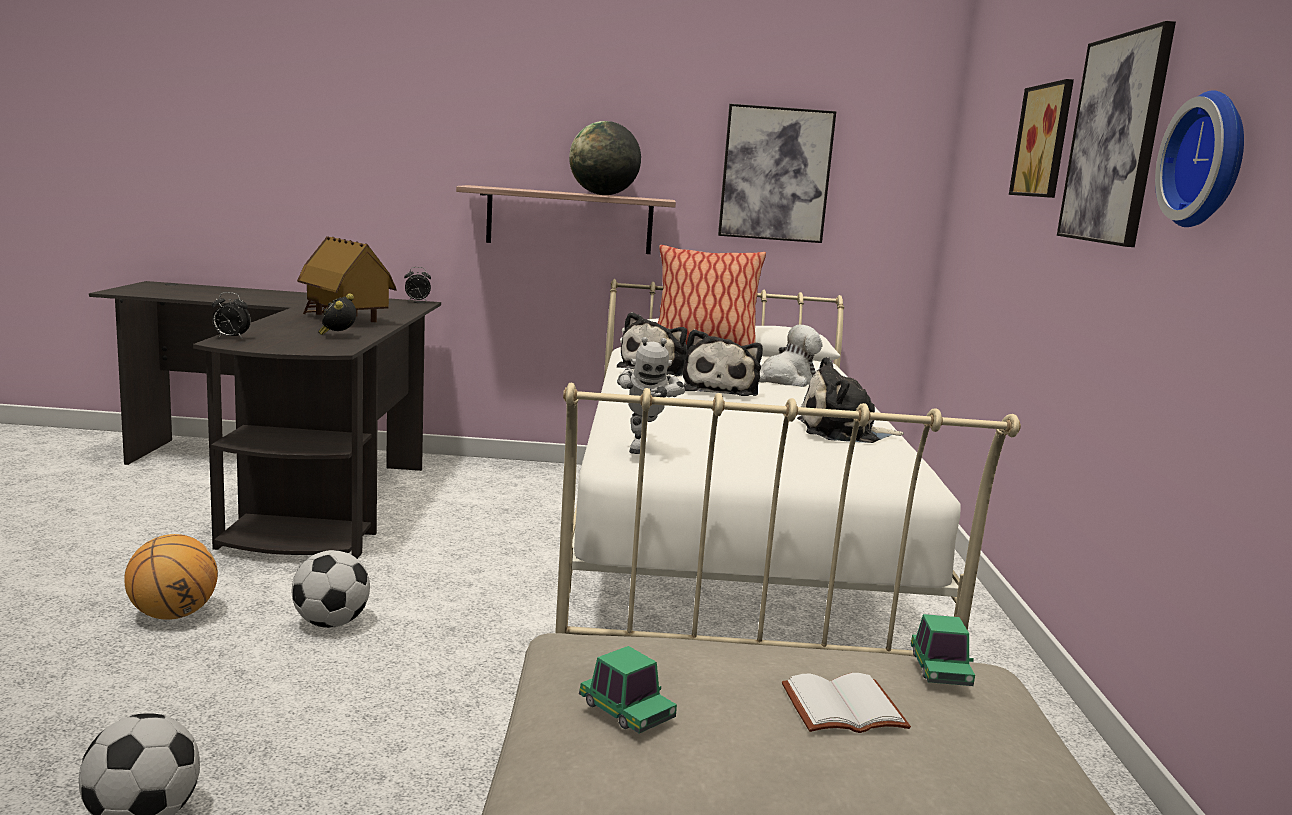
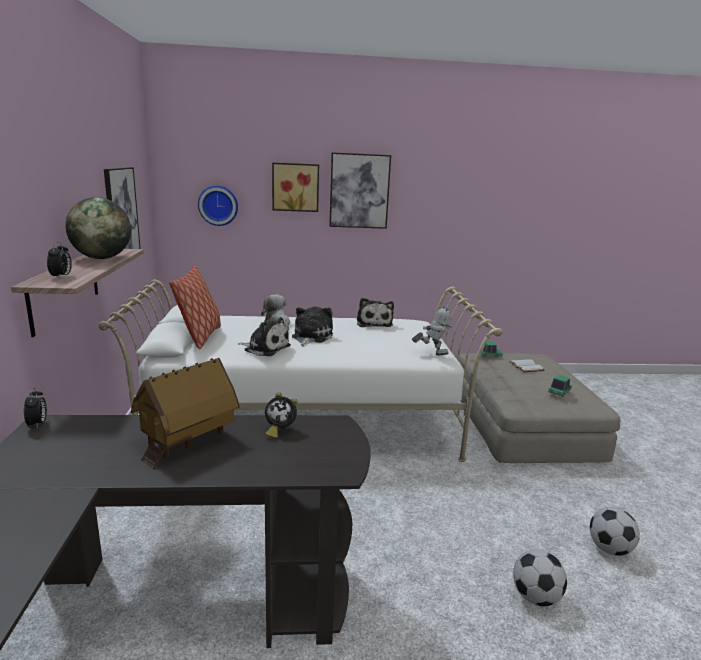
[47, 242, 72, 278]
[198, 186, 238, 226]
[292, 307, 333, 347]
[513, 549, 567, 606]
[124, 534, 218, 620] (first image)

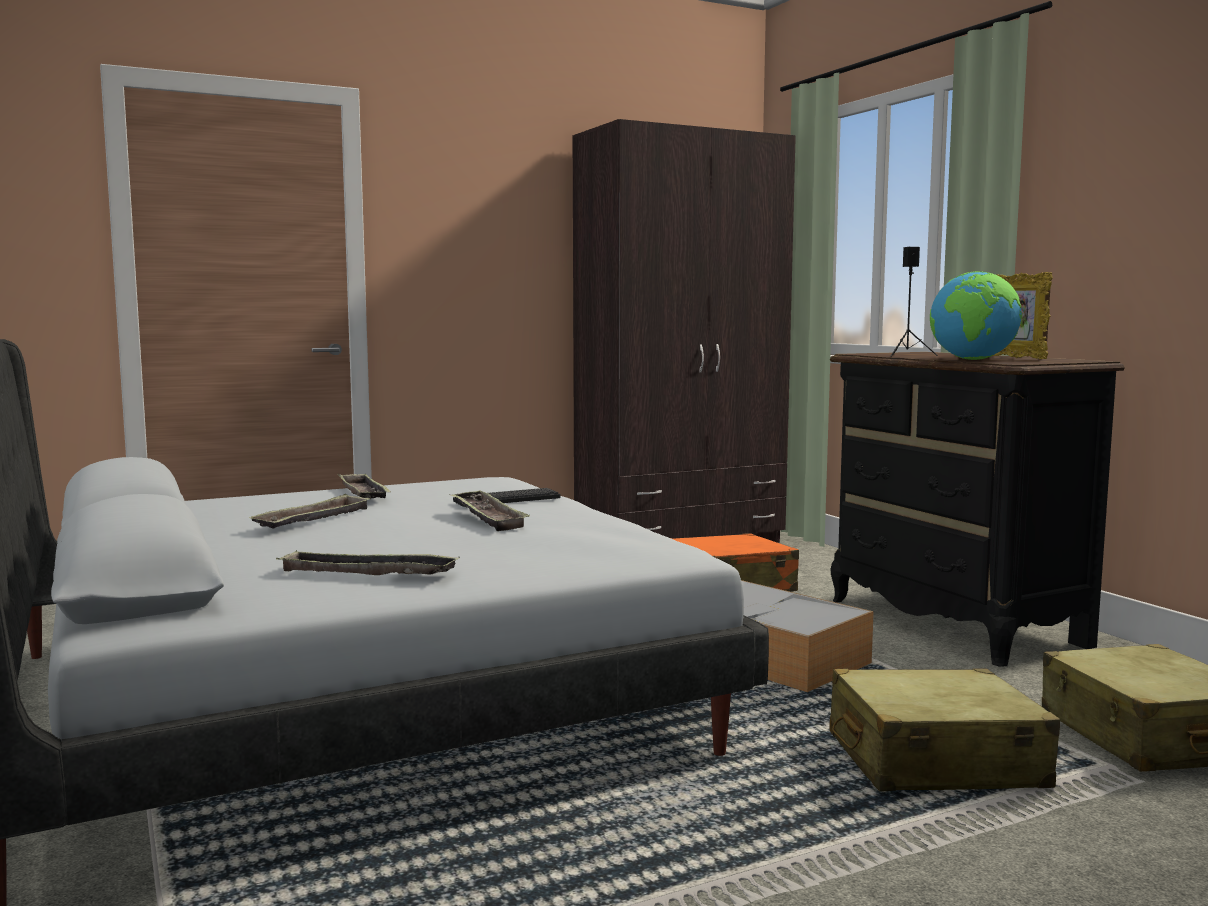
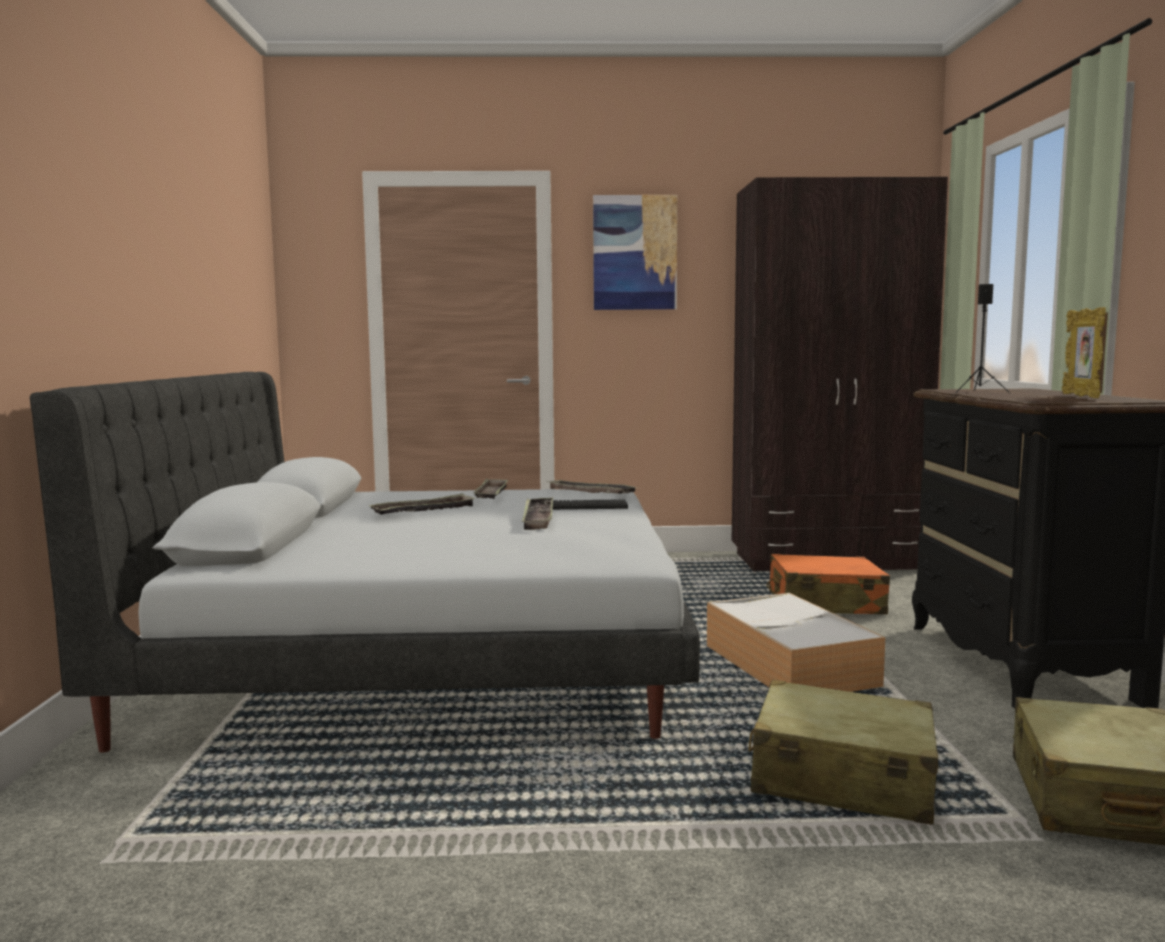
[547, 480, 637, 494]
[593, 195, 677, 310]
[930, 271, 1022, 360] (first image)

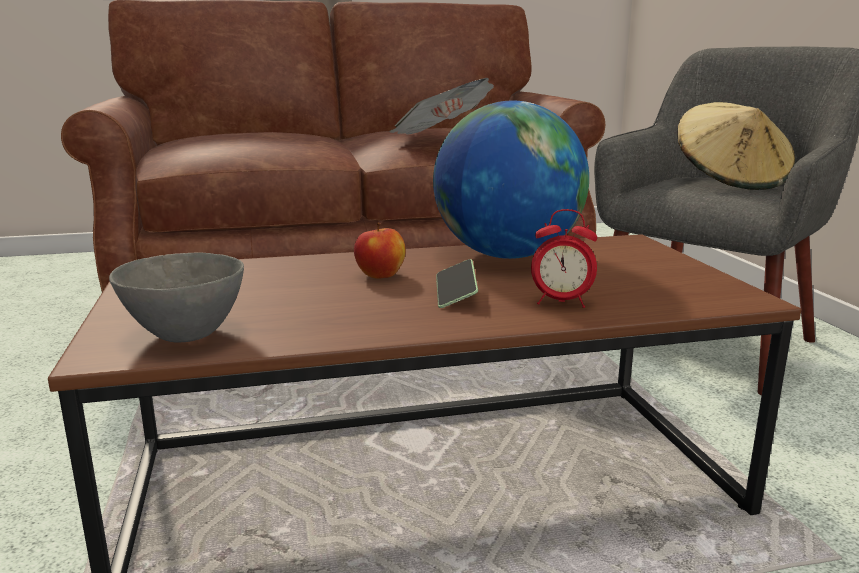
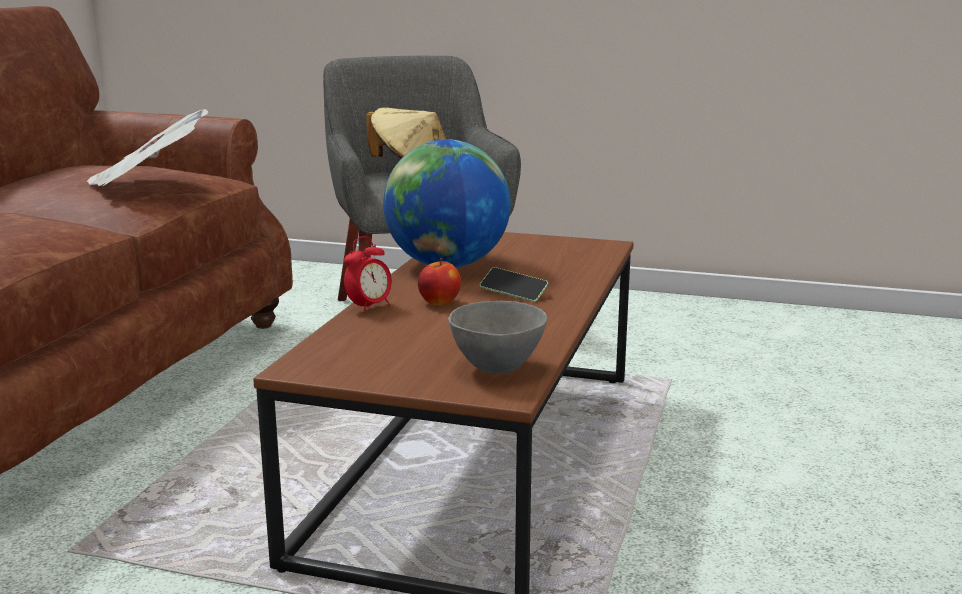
[344, 236, 392, 313]

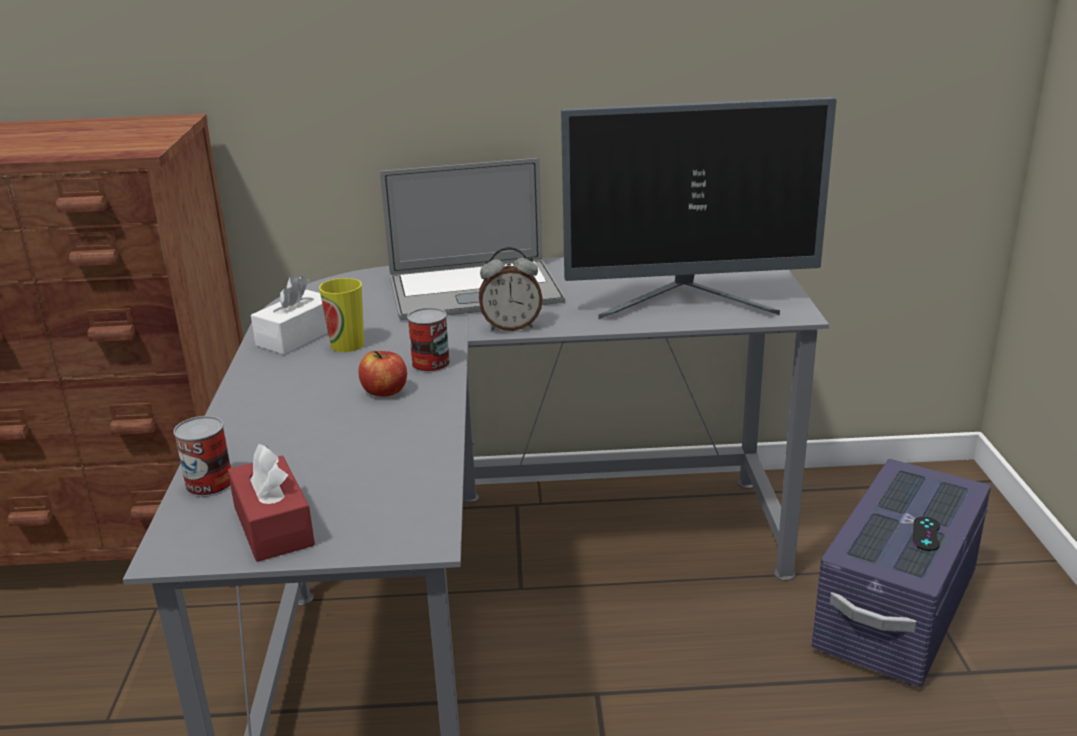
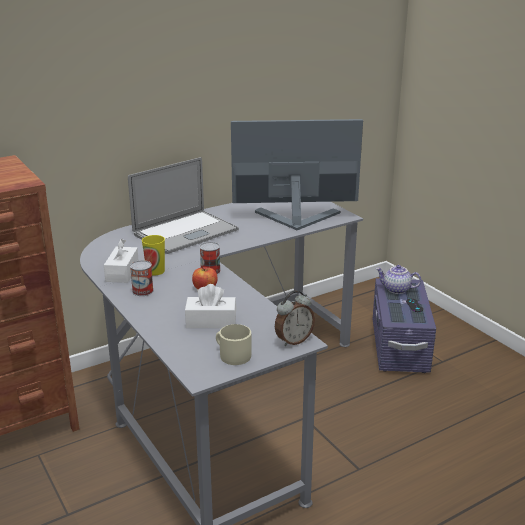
[130, 260, 154, 296]
[185, 284, 236, 328]
[216, 324, 251, 365]
[231, 119, 363, 230]
[275, 290, 315, 347]
[376, 265, 421, 294]

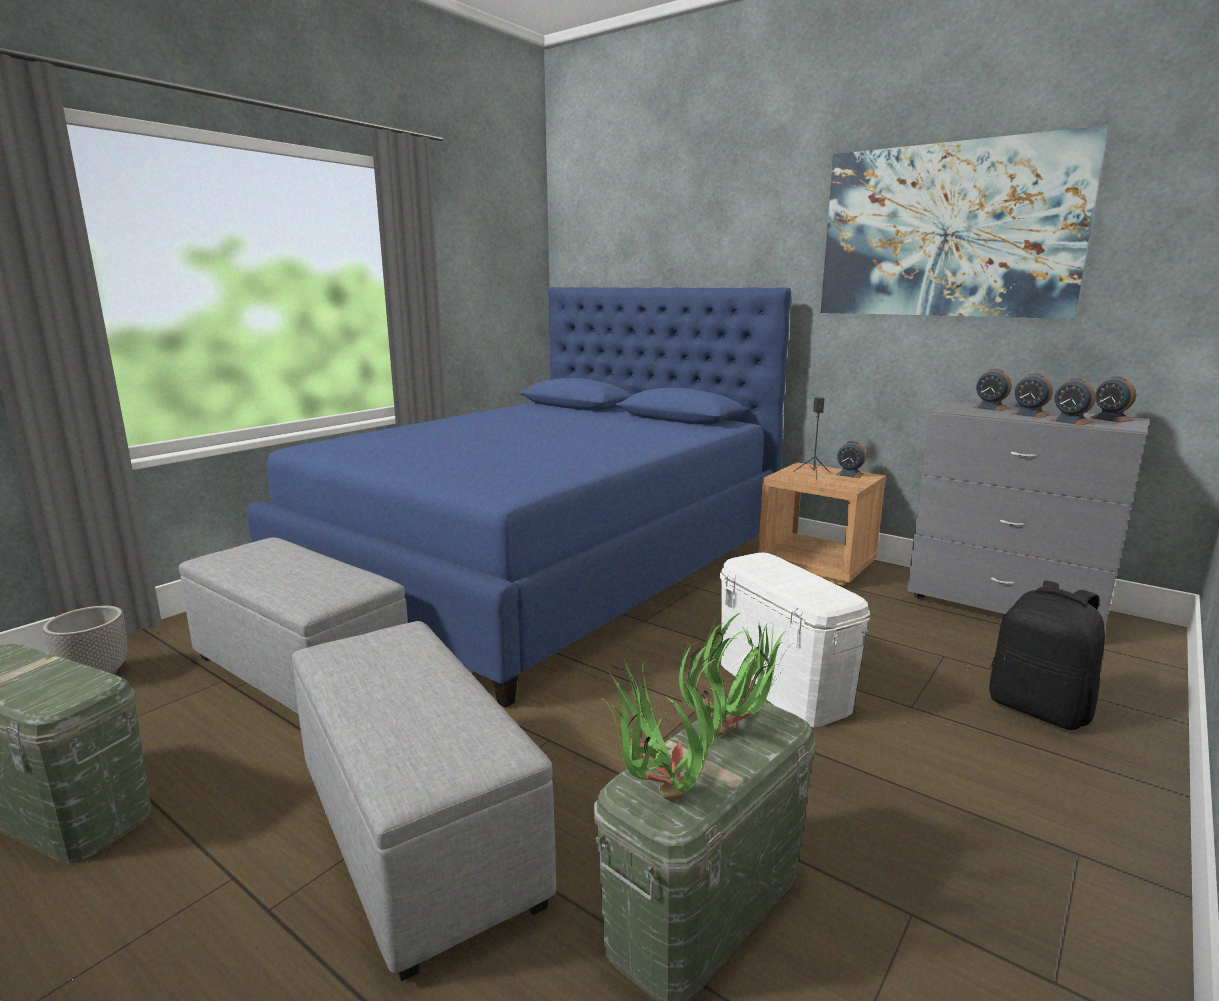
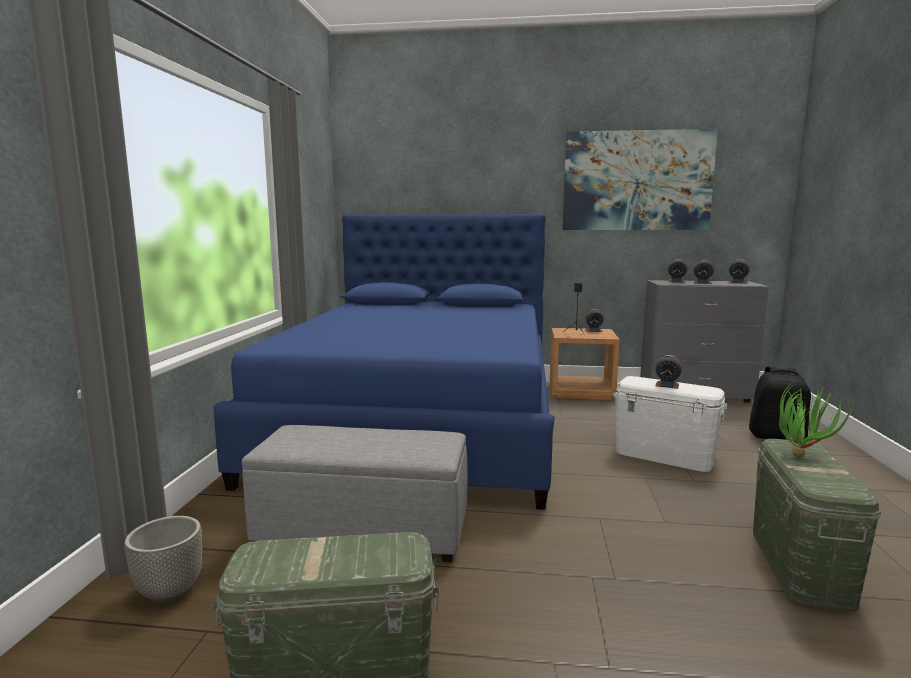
[655, 355, 682, 389]
[292, 621, 556, 982] (first image)
[602, 658, 722, 802] (first image)

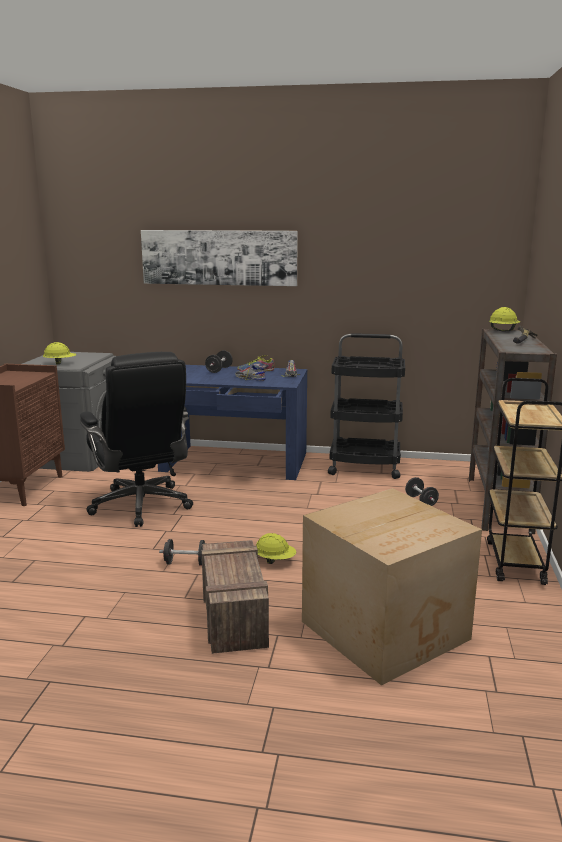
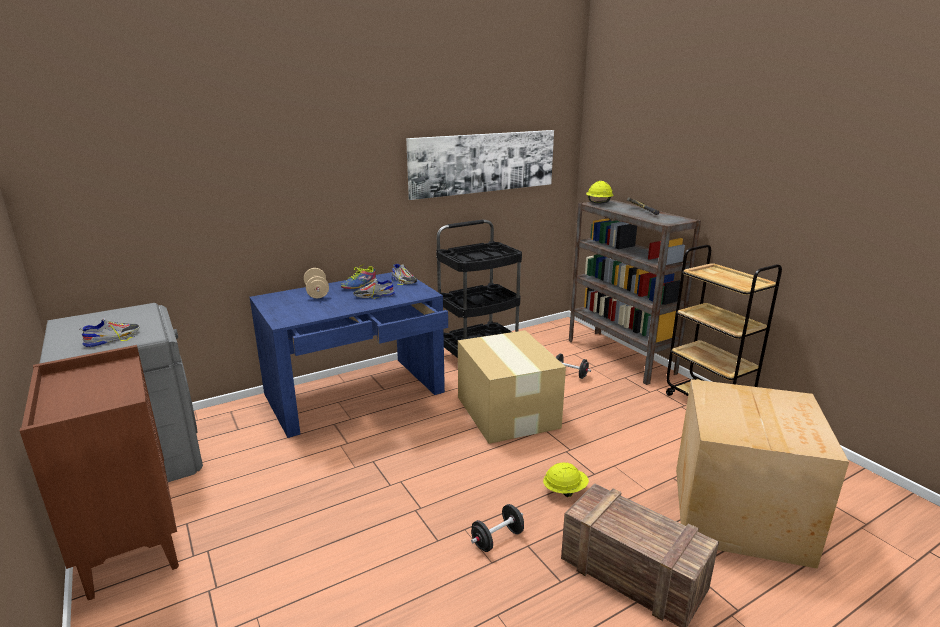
[81, 318, 140, 347]
[304, 268, 329, 298]
[406, 130, 554, 200]
[458, 330, 566, 444]
[80, 352, 193, 527] (first image)

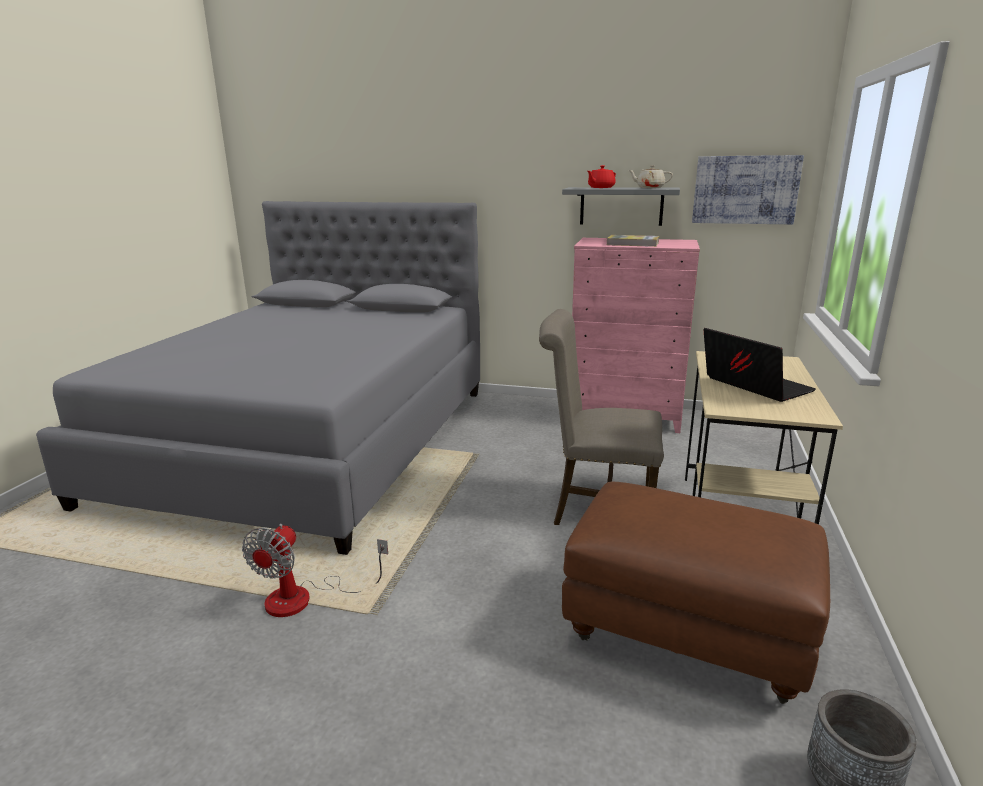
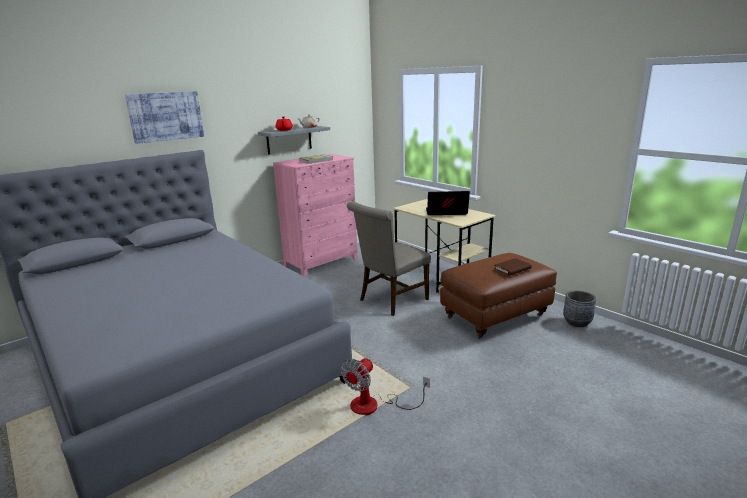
[125, 91, 204, 144]
[341, 357, 430, 416]
[494, 258, 532, 276]

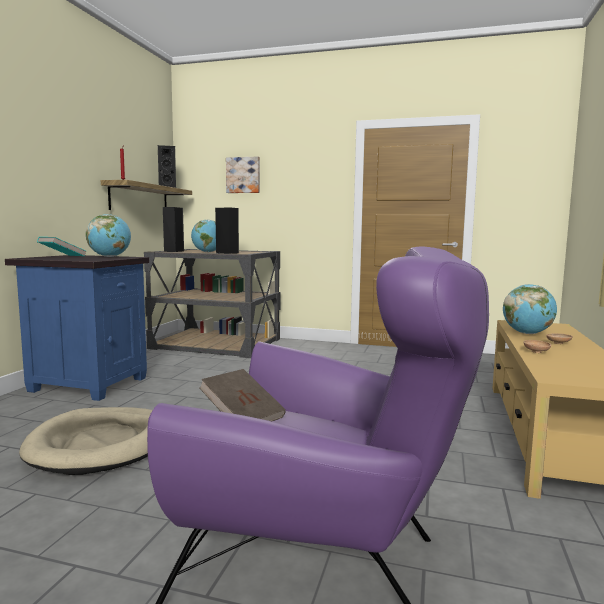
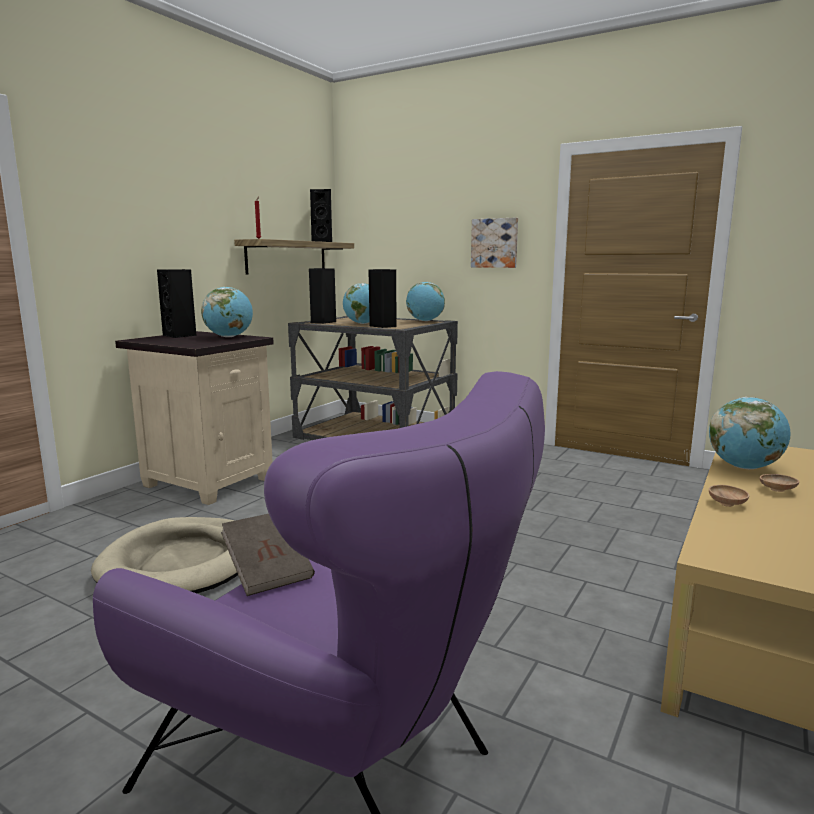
[115, 331, 274, 505]
[157, 269, 197, 338]
[406, 282, 445, 321]
[471, 218, 518, 268]

